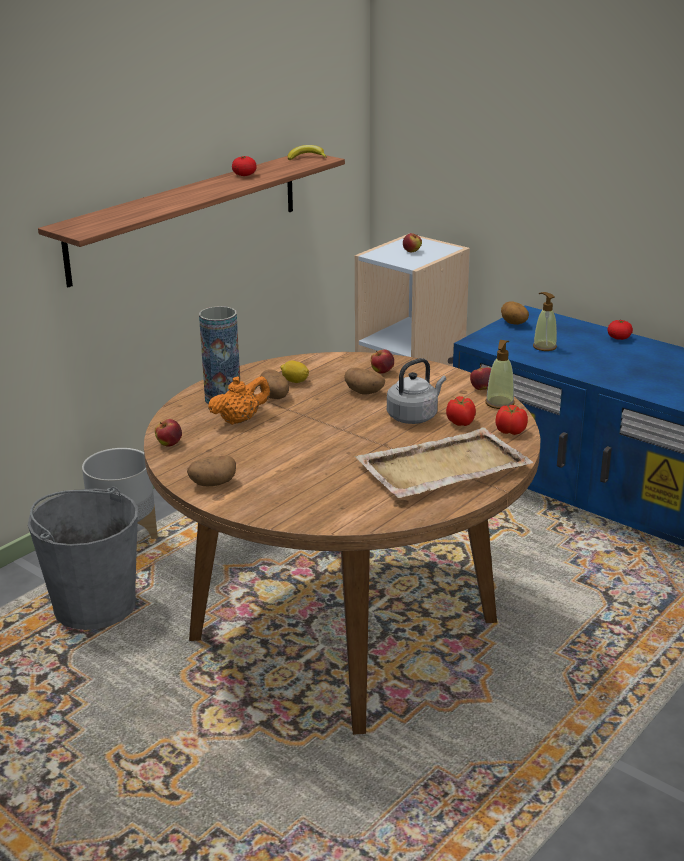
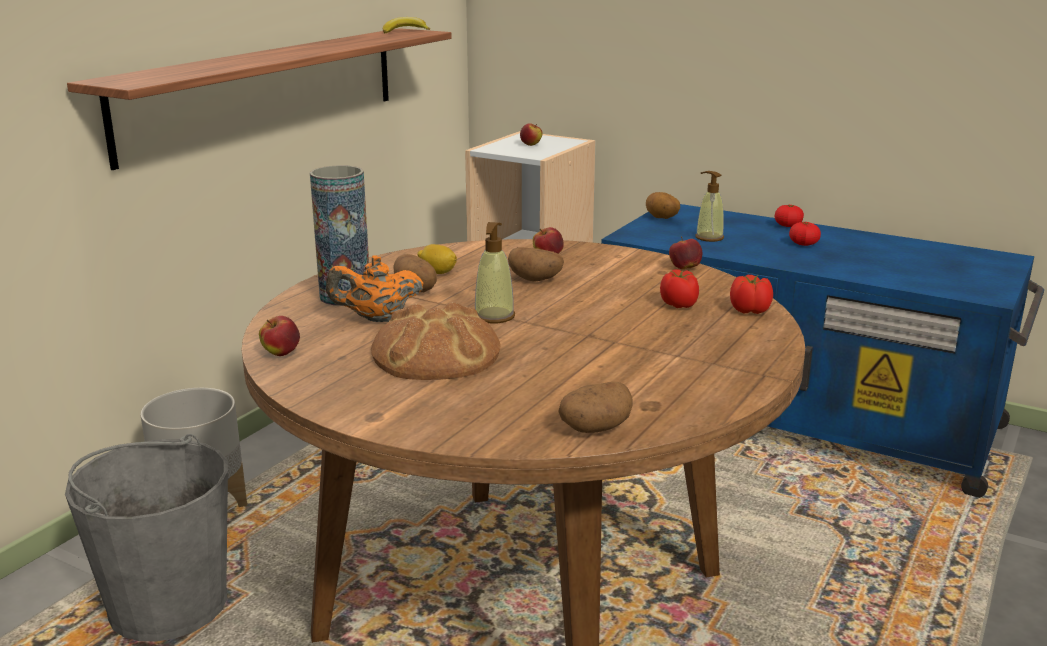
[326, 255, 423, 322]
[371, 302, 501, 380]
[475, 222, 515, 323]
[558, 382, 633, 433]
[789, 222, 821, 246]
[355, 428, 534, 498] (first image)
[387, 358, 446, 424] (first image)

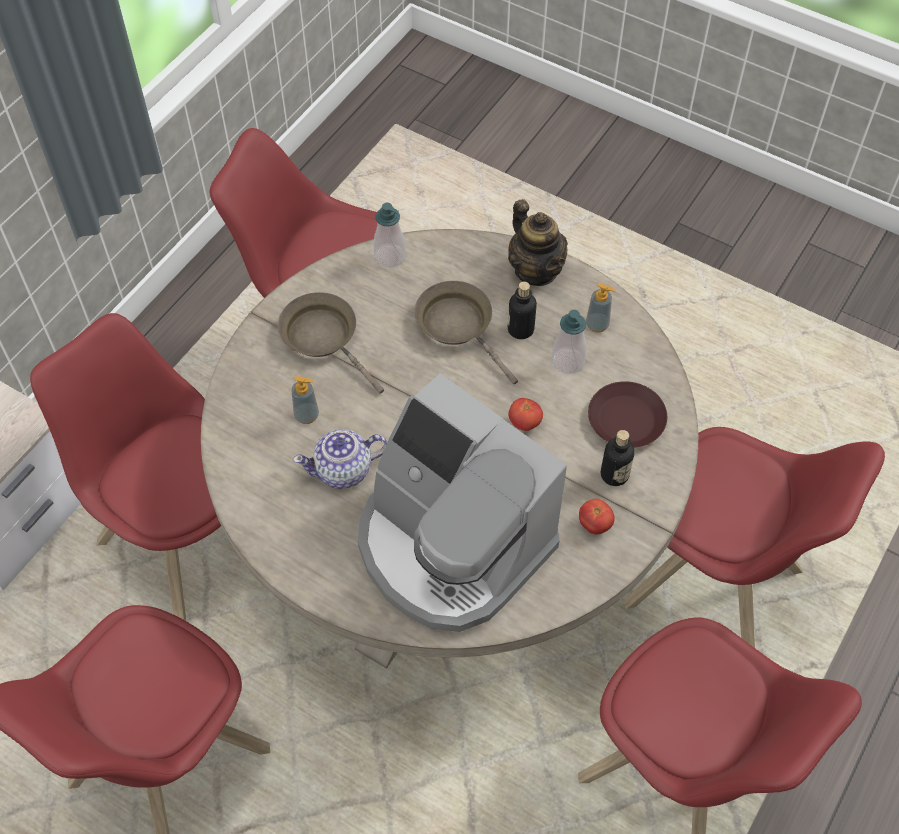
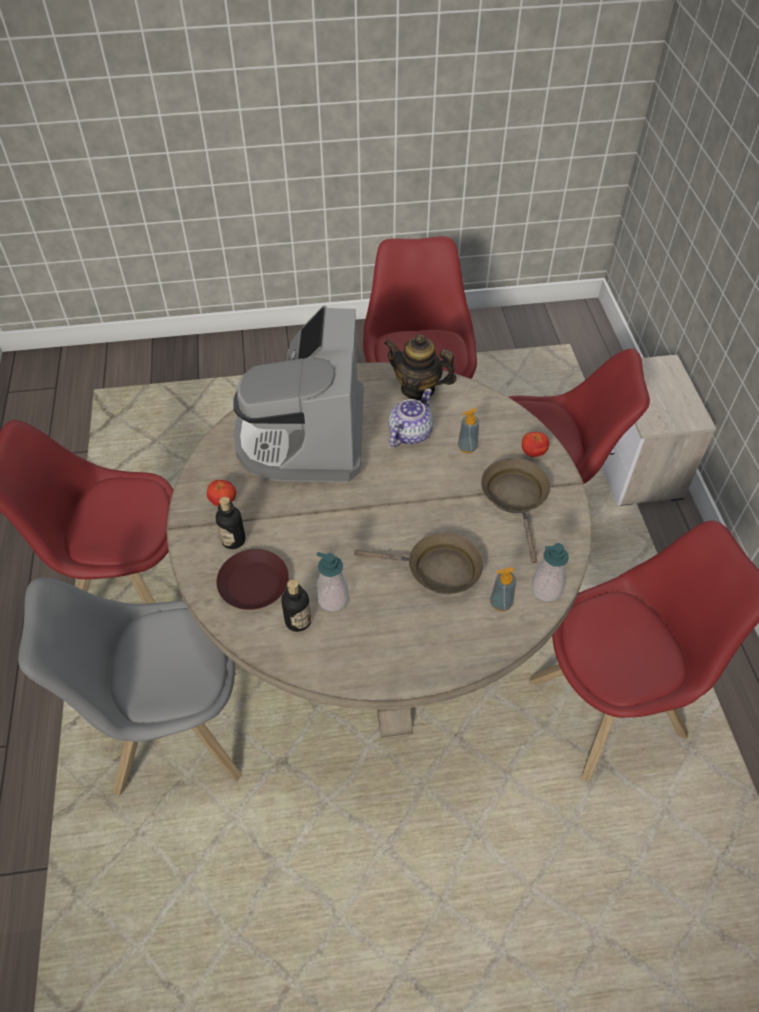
[18, 577, 242, 797]
[233, 306, 363, 482]
[281, 579, 311, 632]
[384, 334, 457, 401]
[481, 458, 550, 563]
[490, 567, 516, 611]
[522, 432, 549, 457]

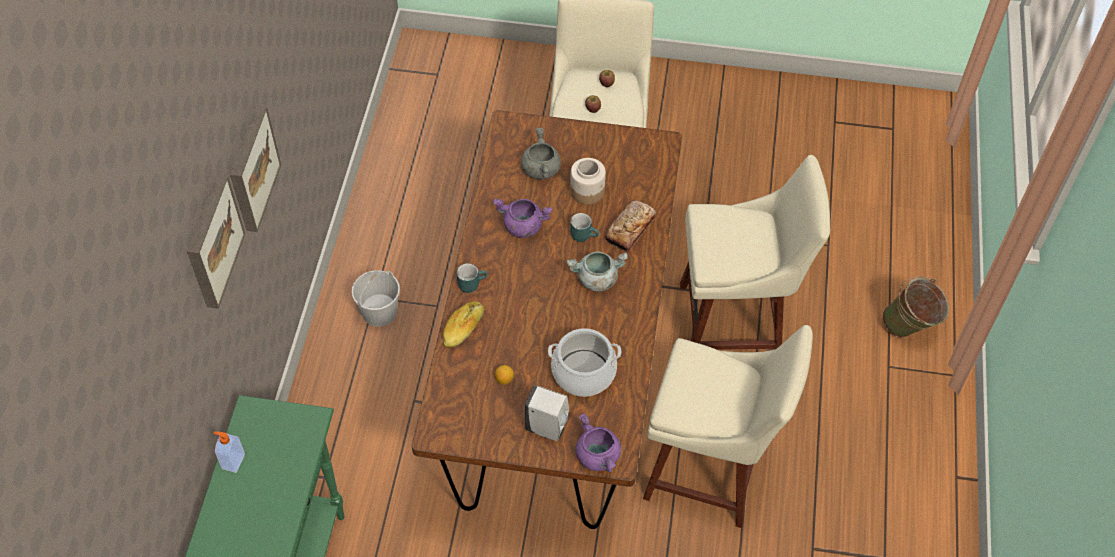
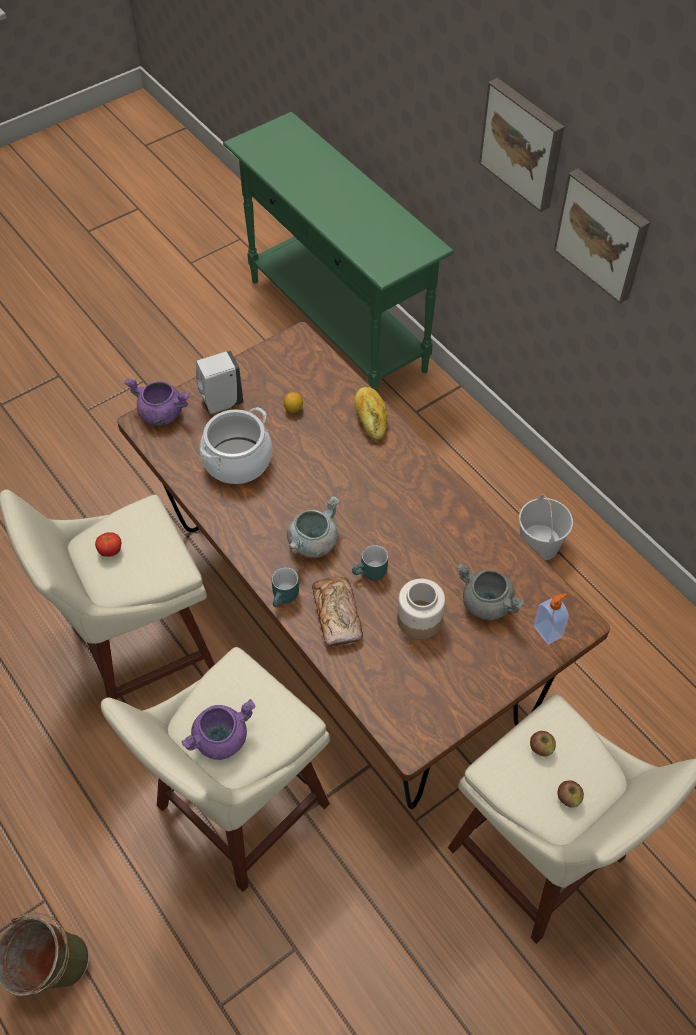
[95, 532, 121, 557]
[181, 699, 255, 760]
[272, 567, 299, 607]
[533, 593, 569, 645]

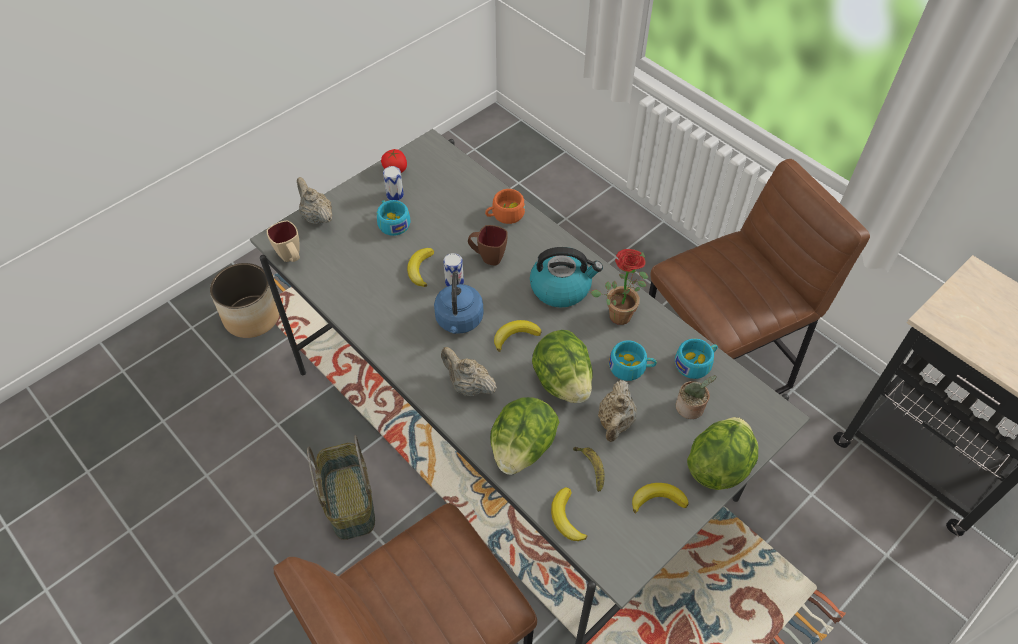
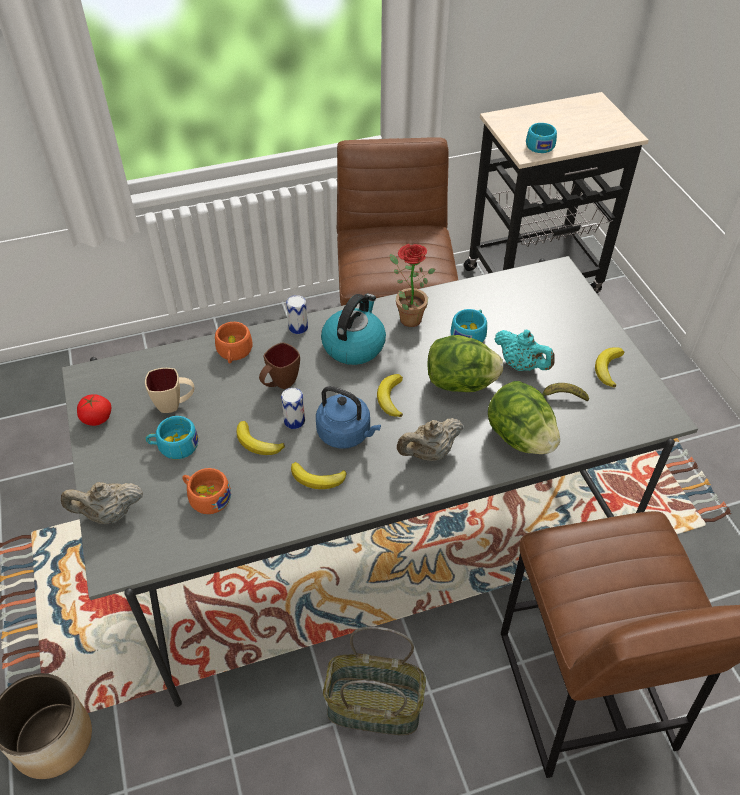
[145, 368, 194, 413]
[182, 468, 231, 514]
[286, 295, 308, 334]
[291, 462, 347, 489]
[494, 329, 555, 371]
[526, 123, 557, 153]
[676, 375, 716, 419] (first image)
[687, 417, 758, 490] (first image)

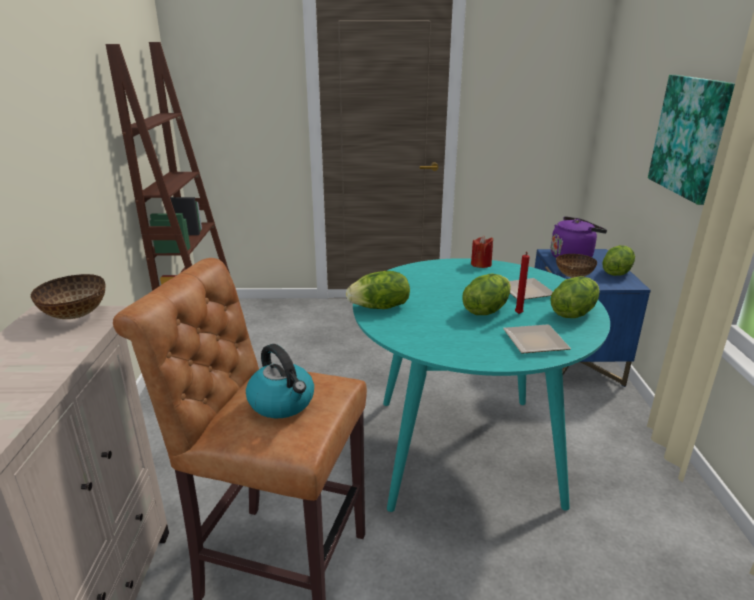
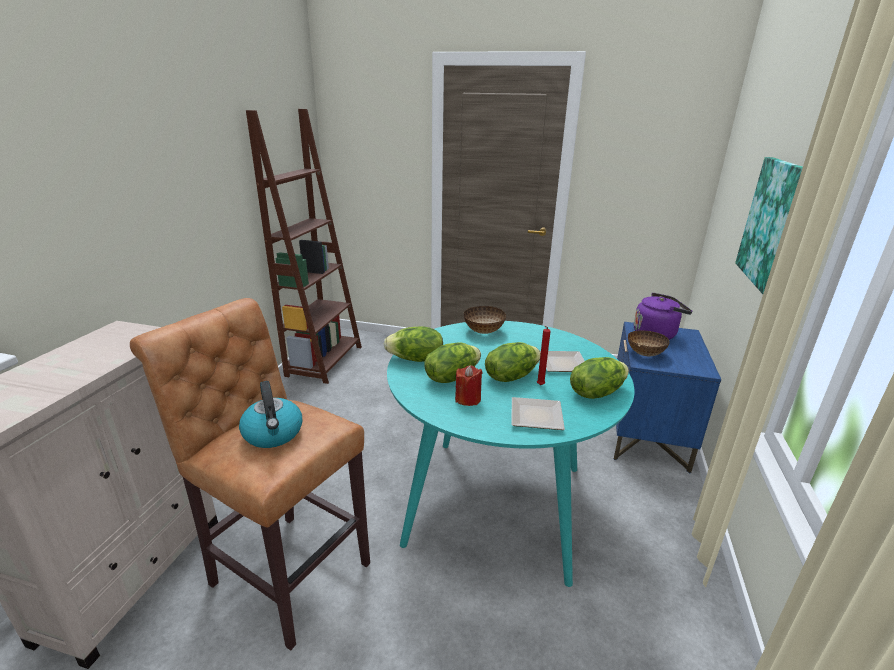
[424, 343, 481, 383]
[455, 365, 483, 406]
[464, 306, 506, 334]

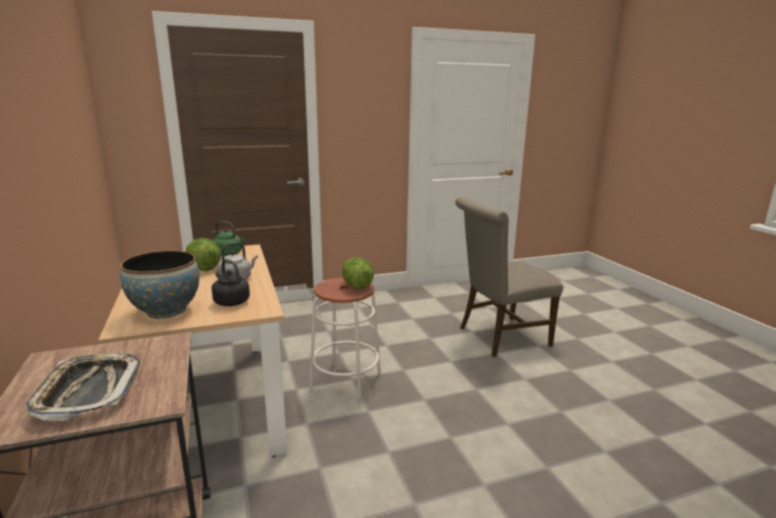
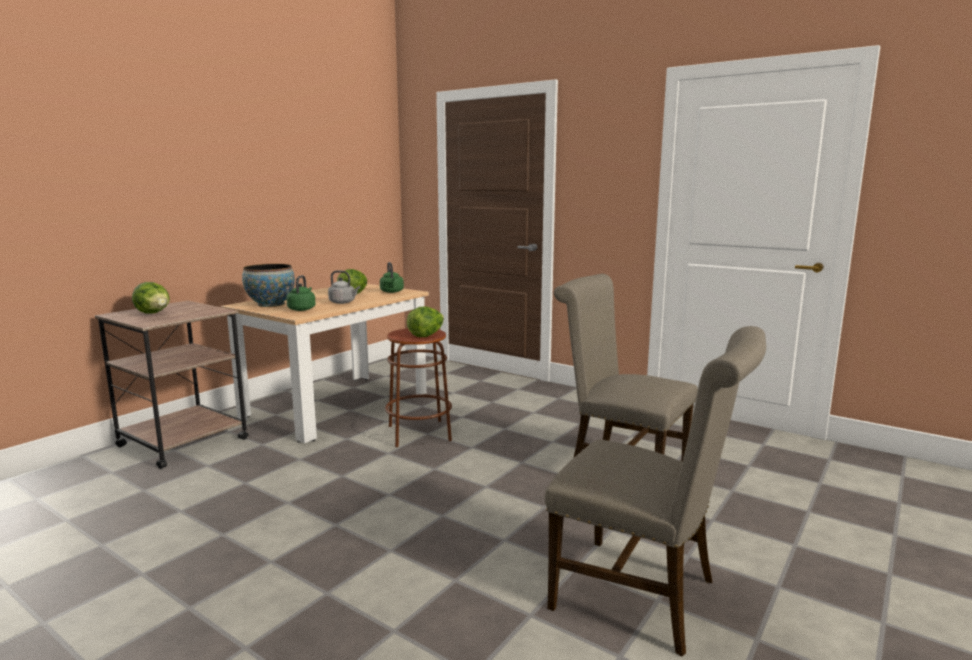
[132, 282, 170, 314]
[286, 275, 316, 311]
[385, 328, 452, 447]
[545, 326, 766, 657]

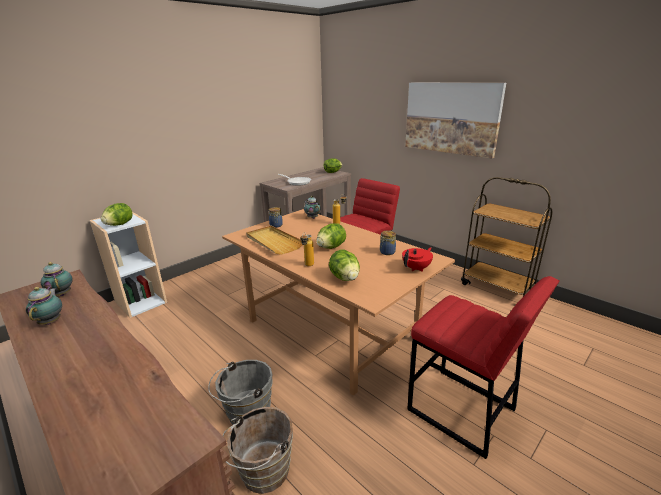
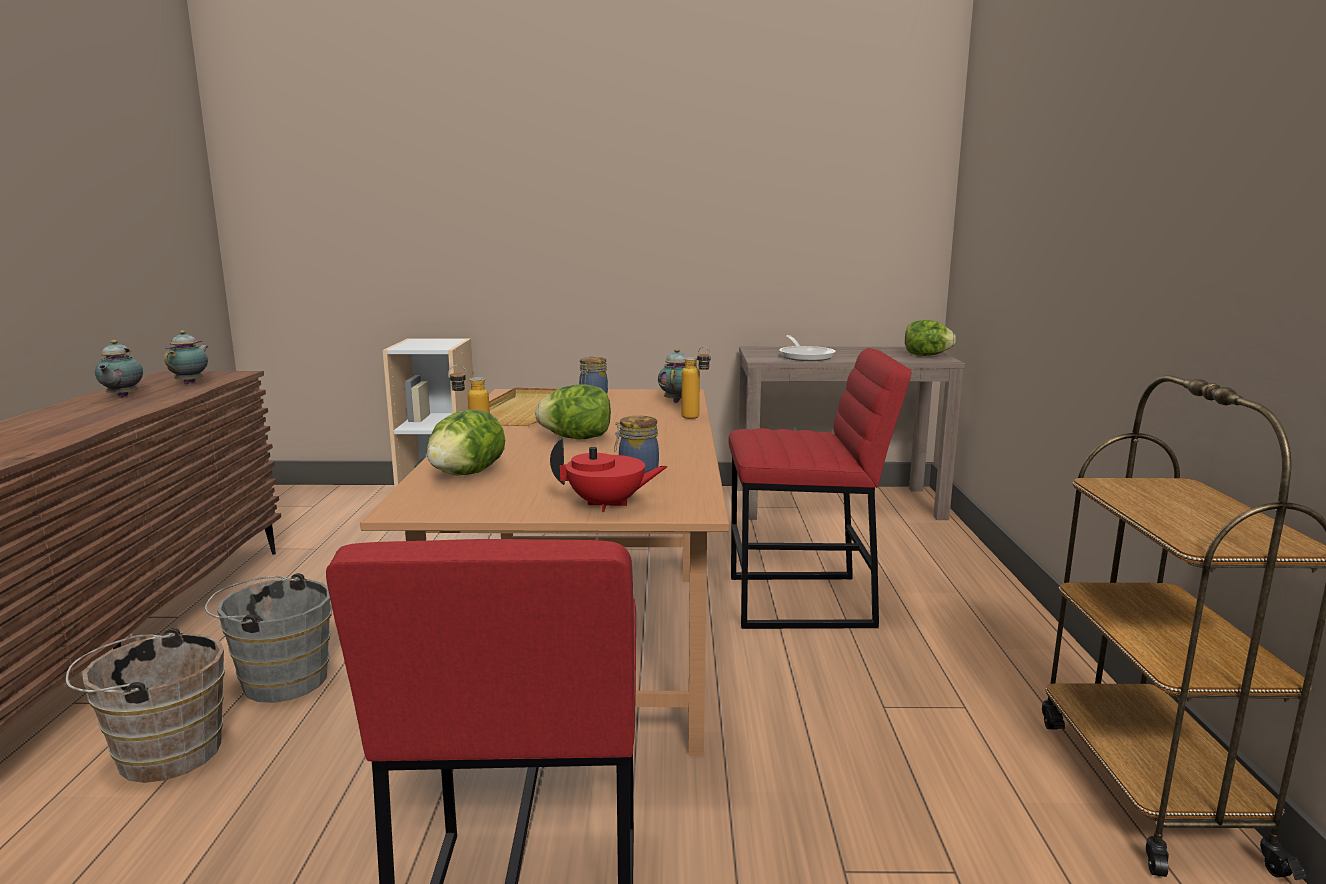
[95, 340, 143, 398]
[101, 203, 133, 226] (first image)
[405, 83, 506, 159] (first image)

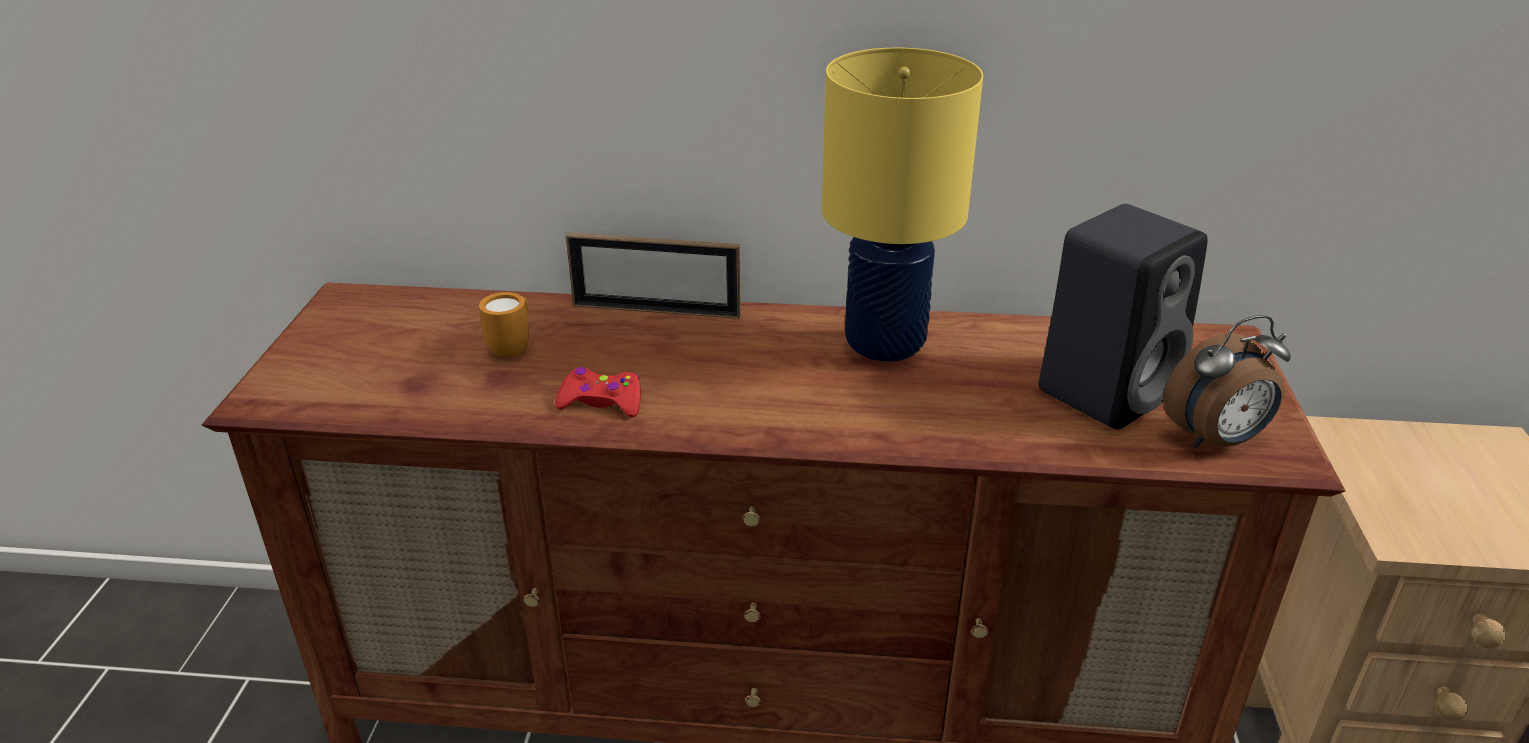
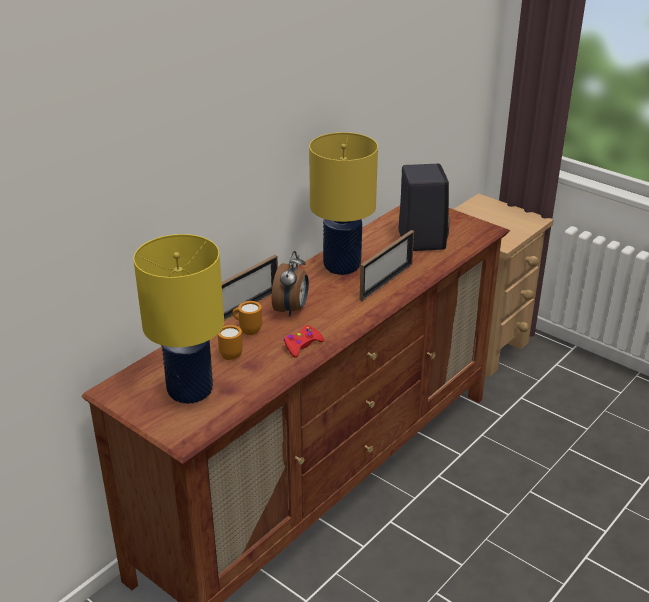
[133, 234, 224, 404]
[232, 301, 262, 335]
[272, 251, 309, 317]
[360, 230, 414, 301]

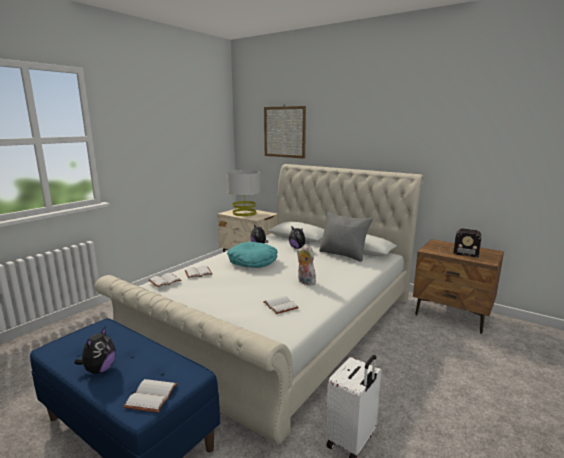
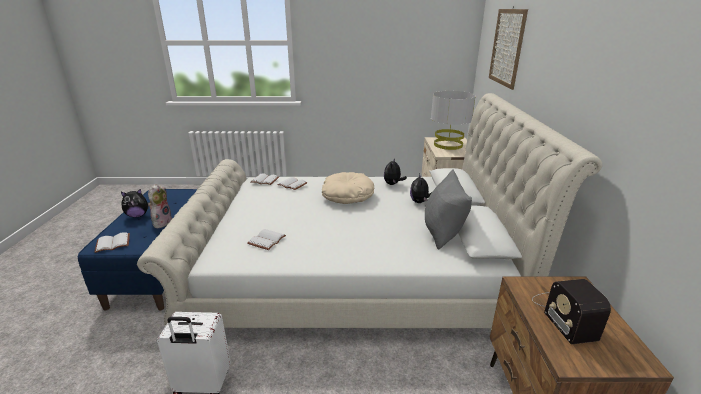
[148, 184, 172, 228]
[322, 172, 374, 204]

